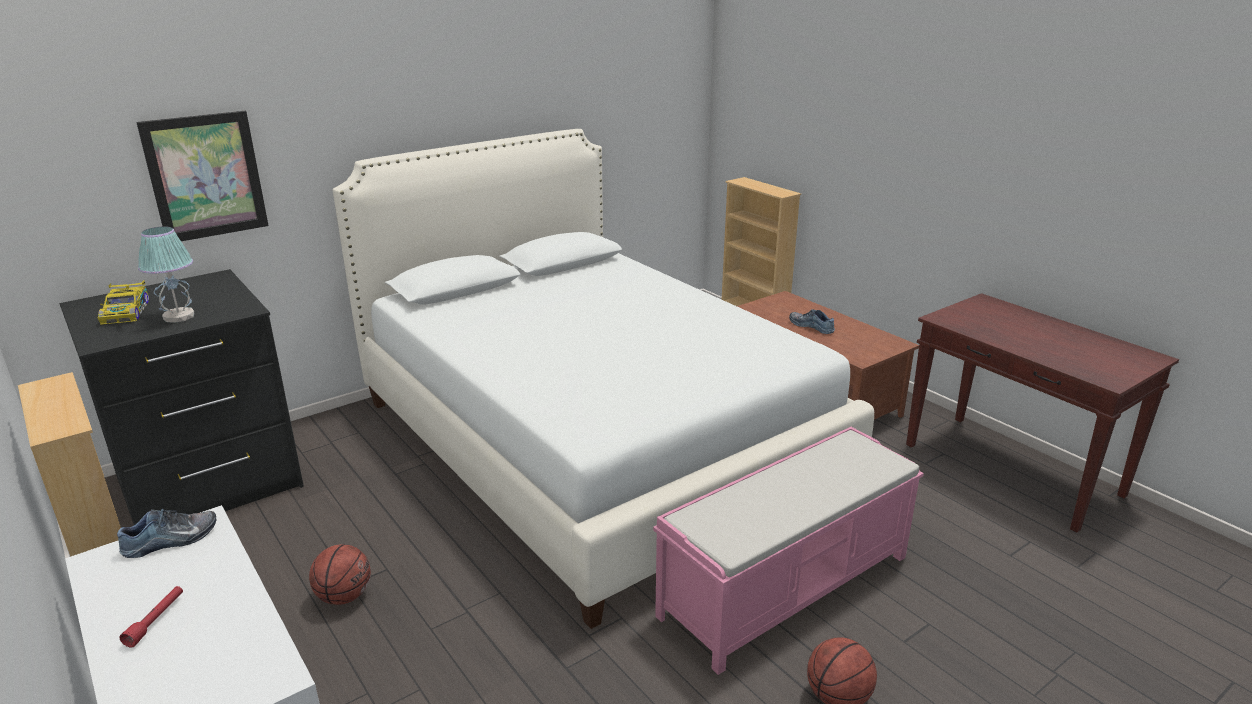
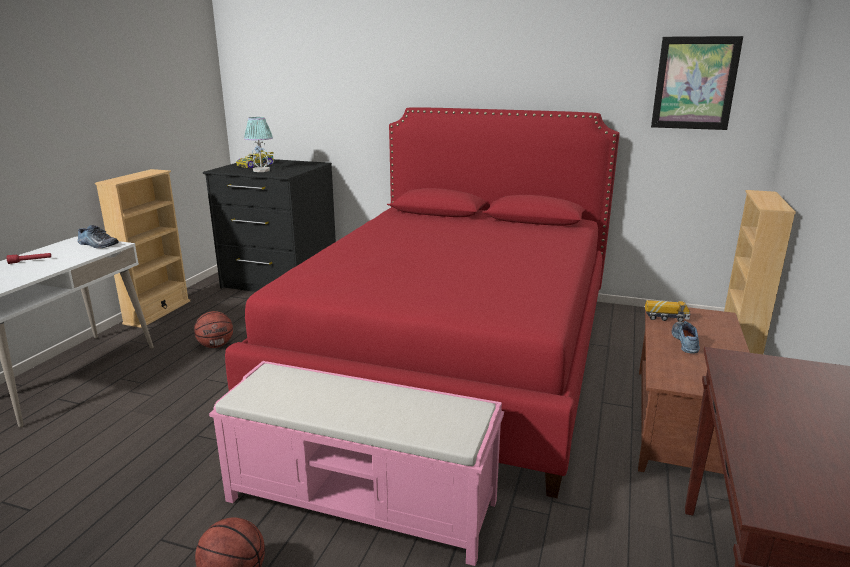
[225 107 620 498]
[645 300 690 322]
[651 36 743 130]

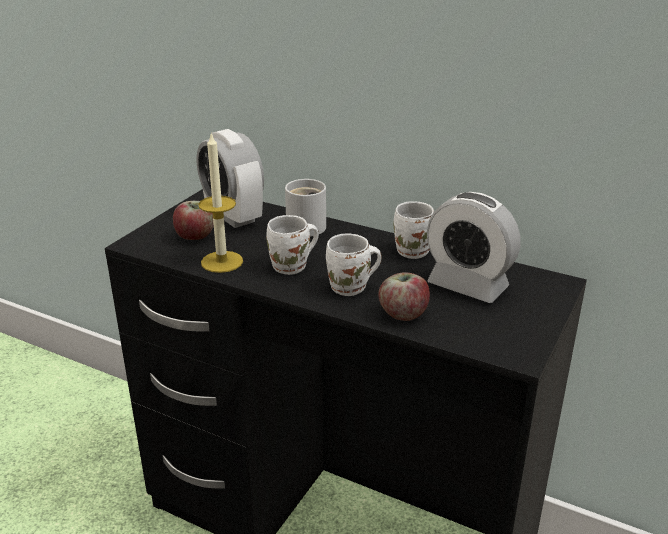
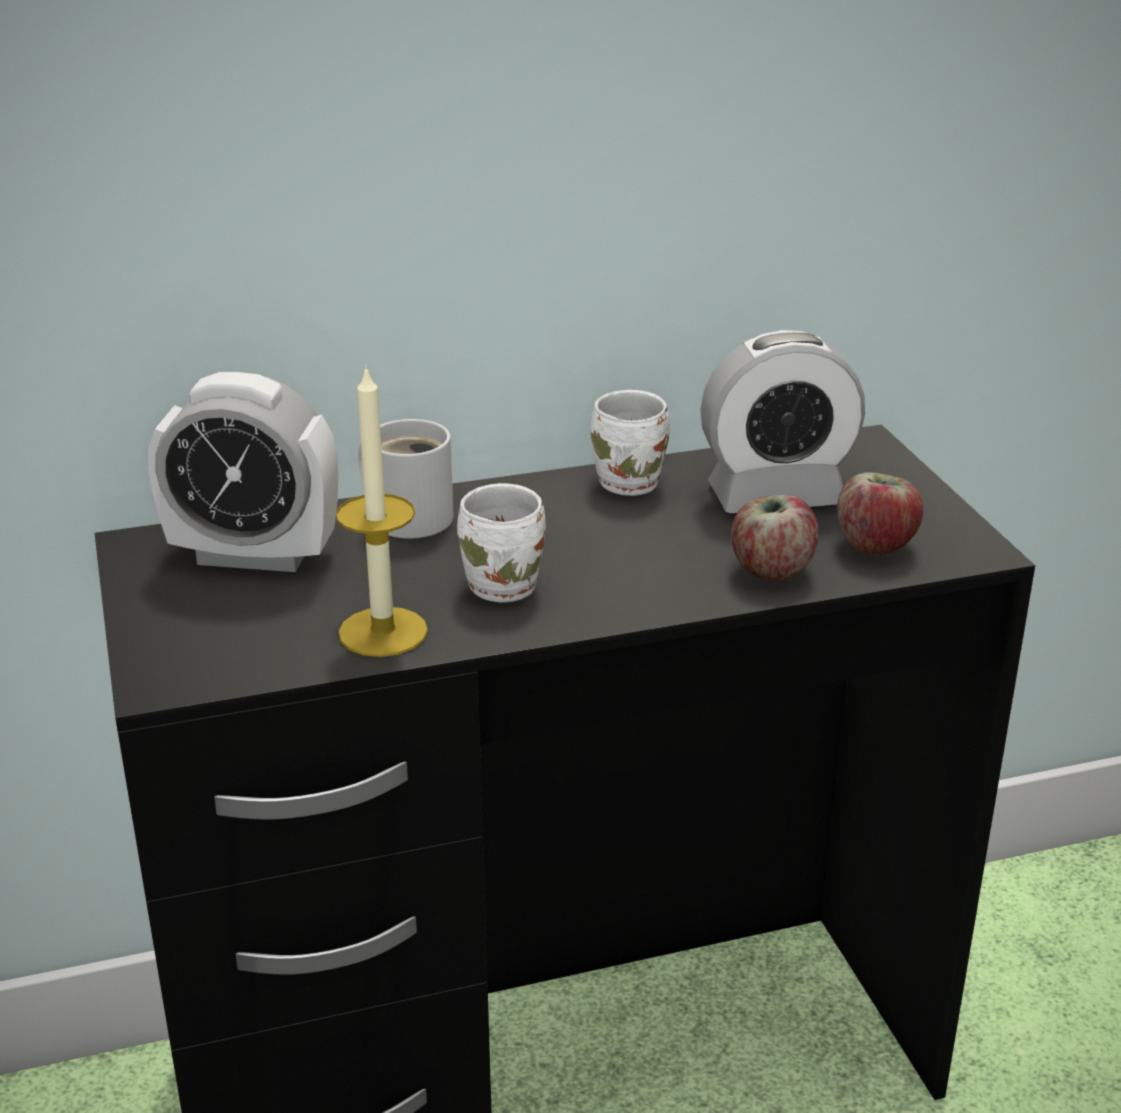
[837 472 923 555]
[326 234 382 296] (first image)

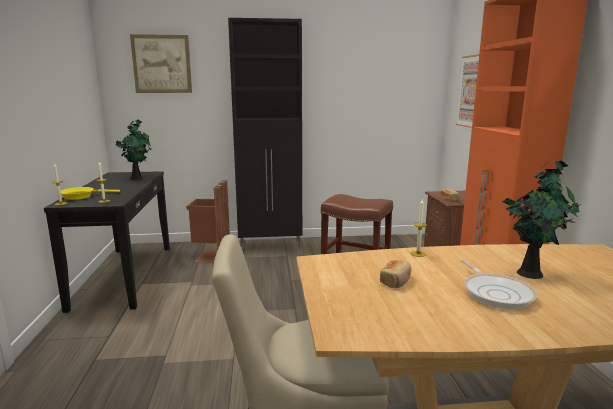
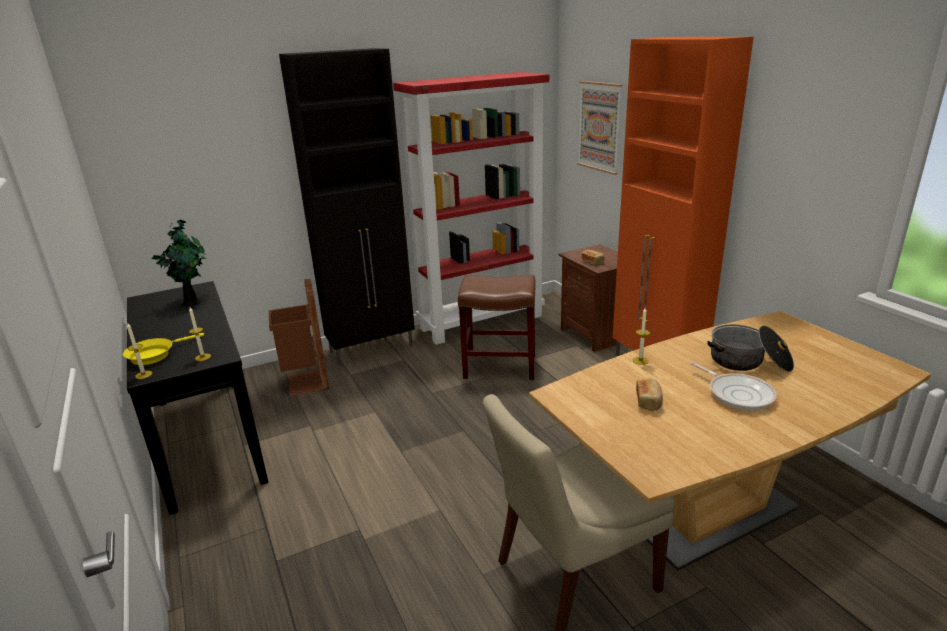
[393 72 549 345]
[707 325 794 372]
[130 34 192 93] (first image)

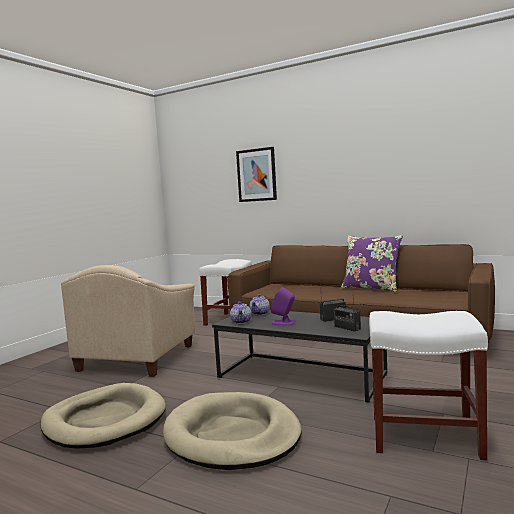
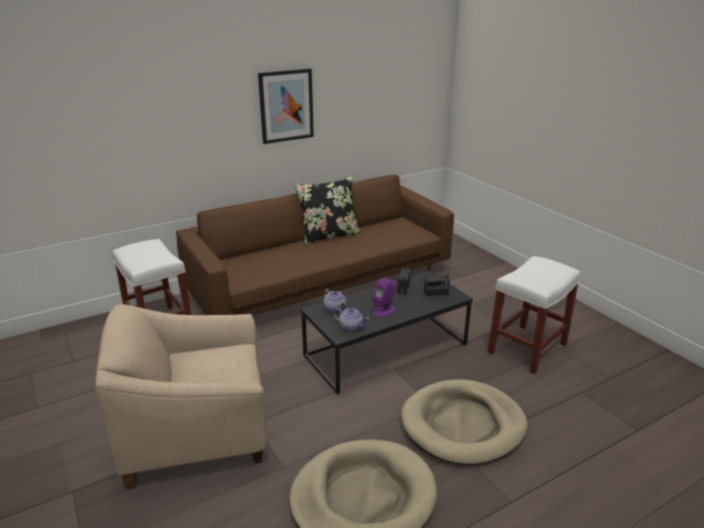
[95 304 268 489]
[258 68 314 144]
[295 177 361 245]

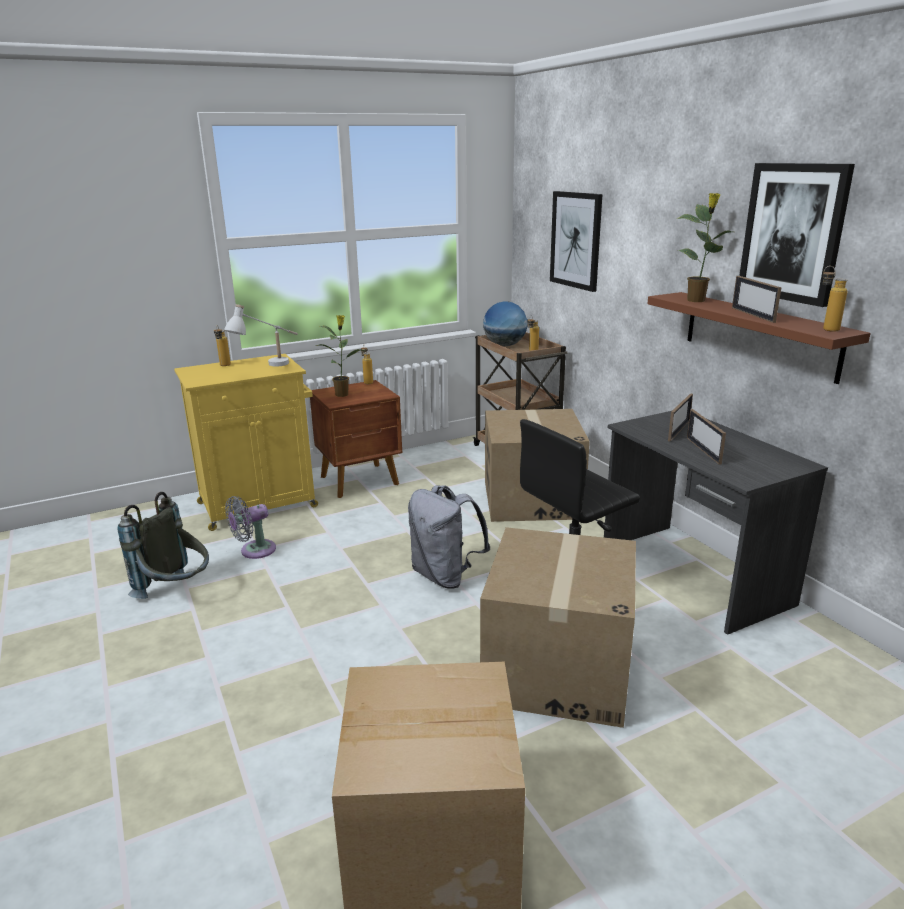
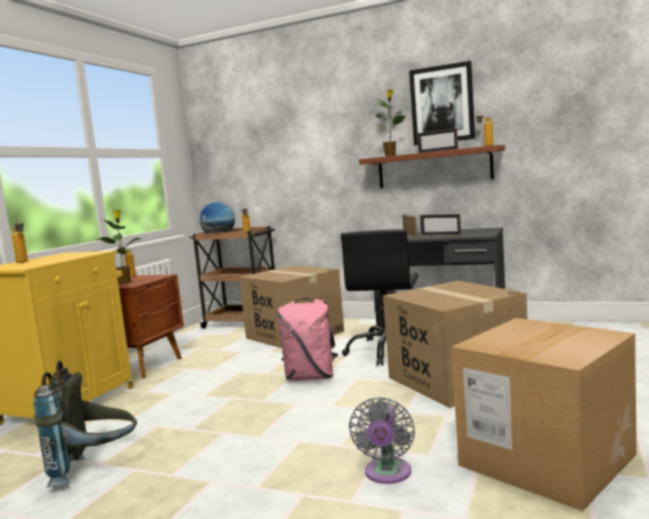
[277 298 338 381]
[349 397 415 484]
[224 304 298 366] (first image)
[550 191 602 292] (first image)

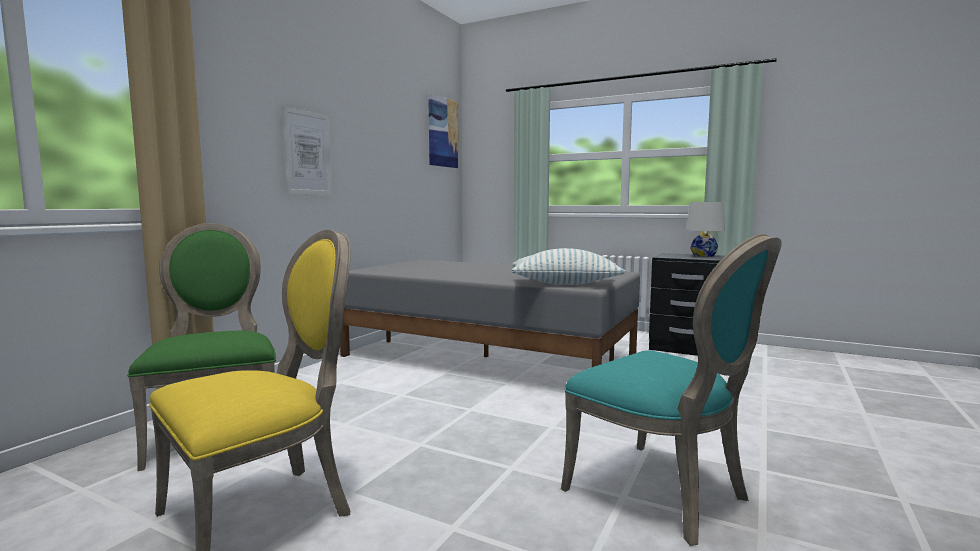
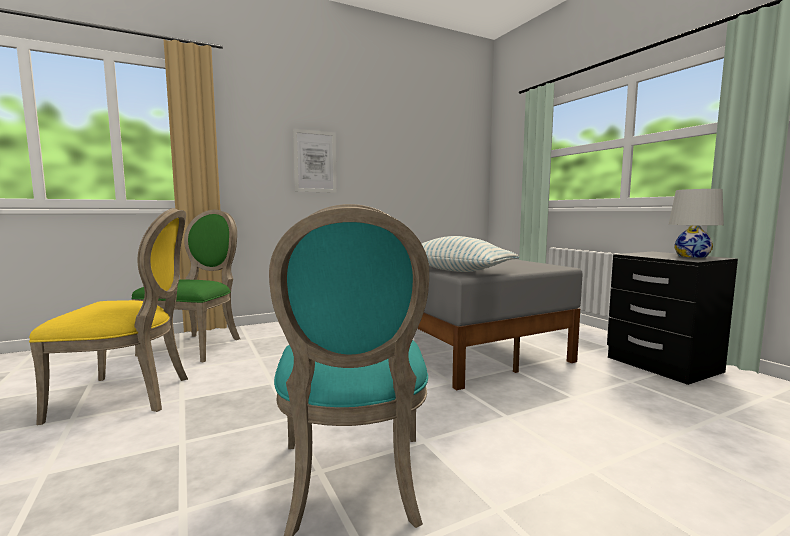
[428 93 459 168] (first image)

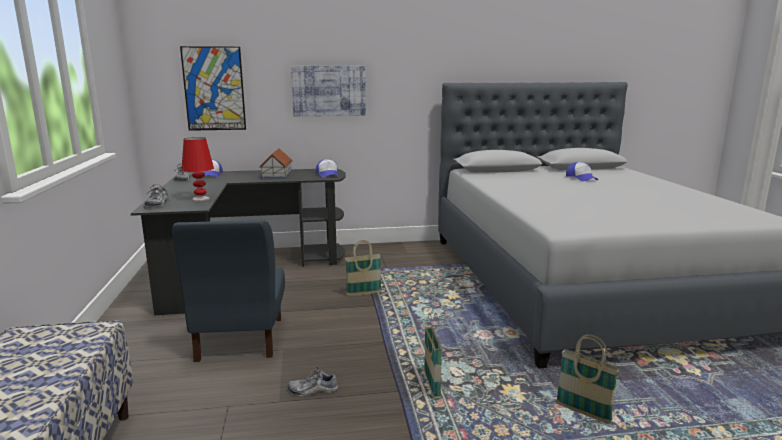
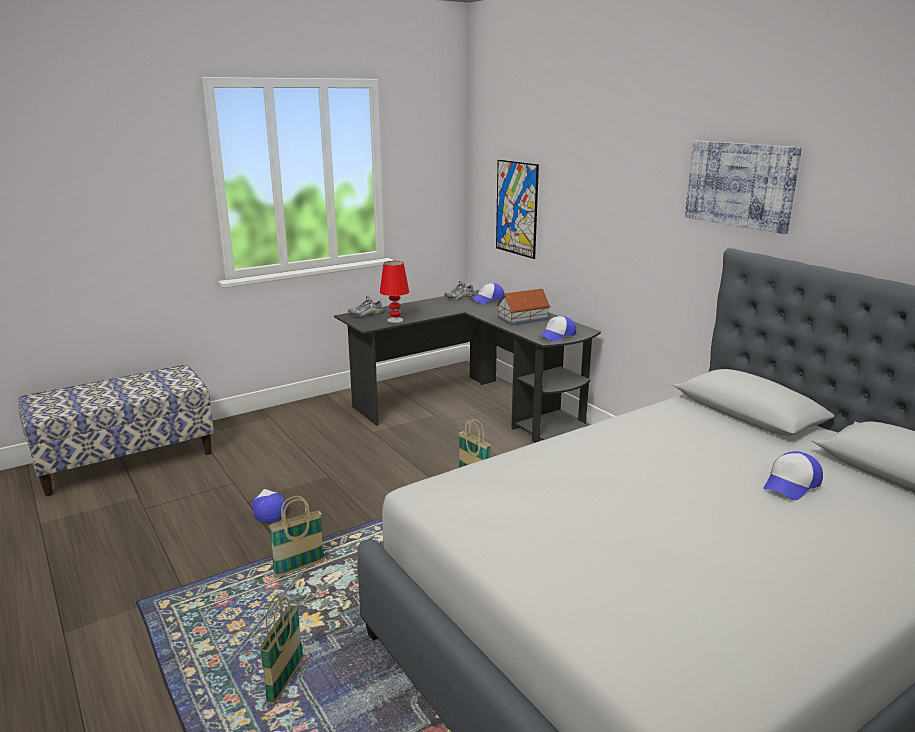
[252 489 287 523]
[685 141 802 234]
[172 220 285 362] (first image)

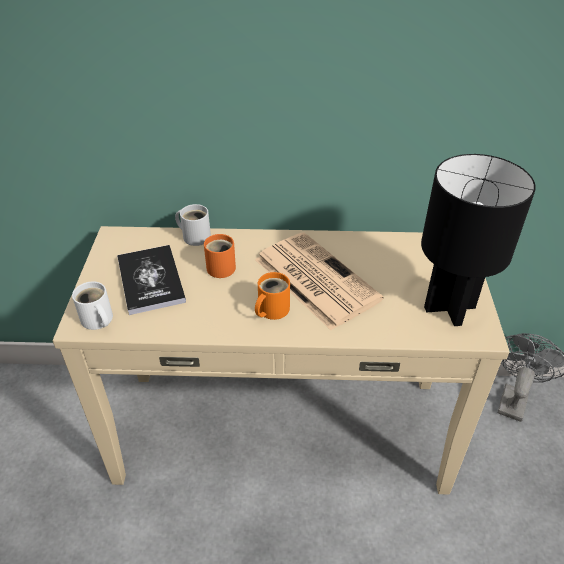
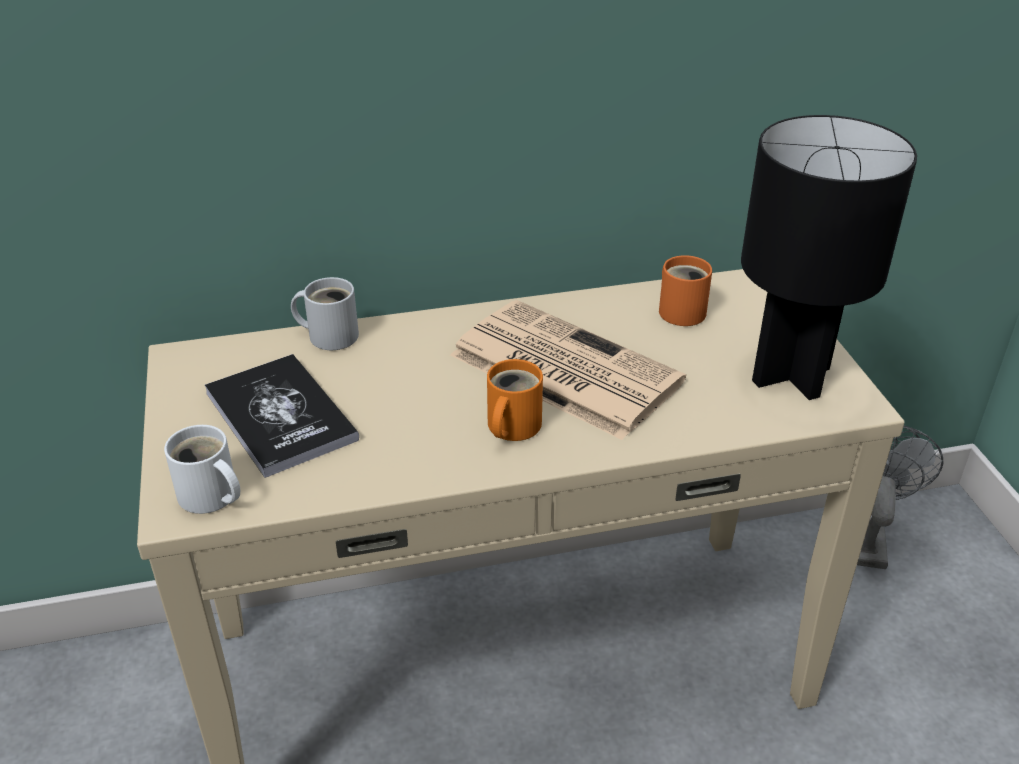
[659 255 712 326]

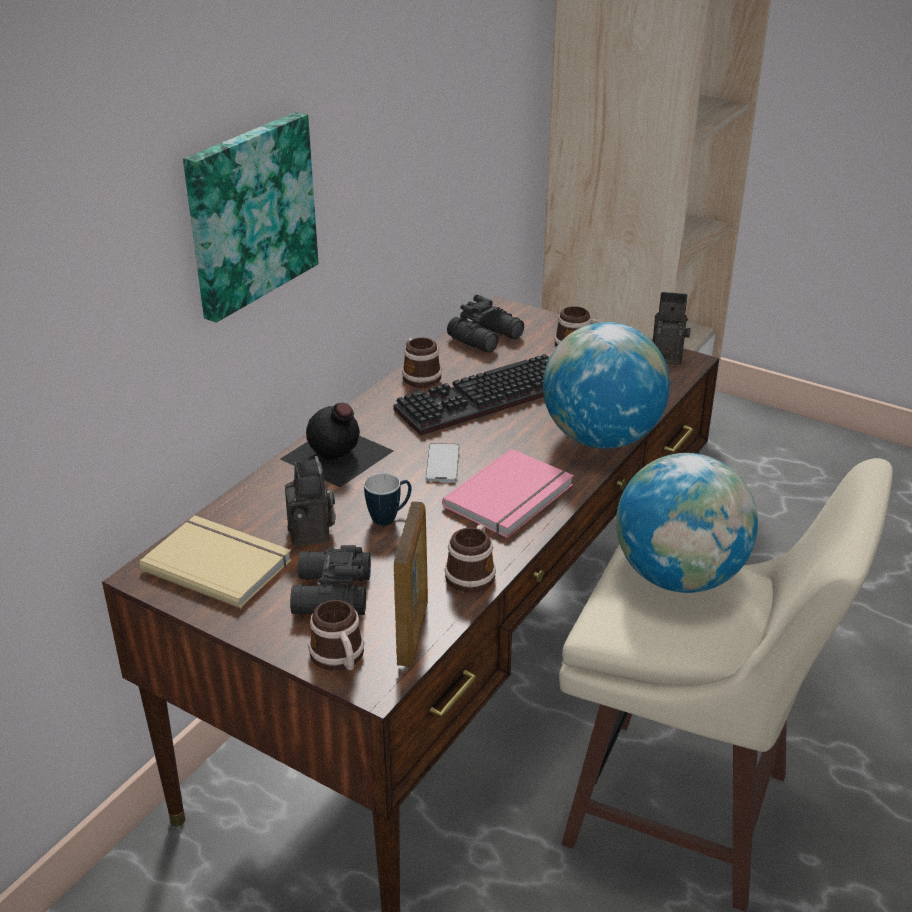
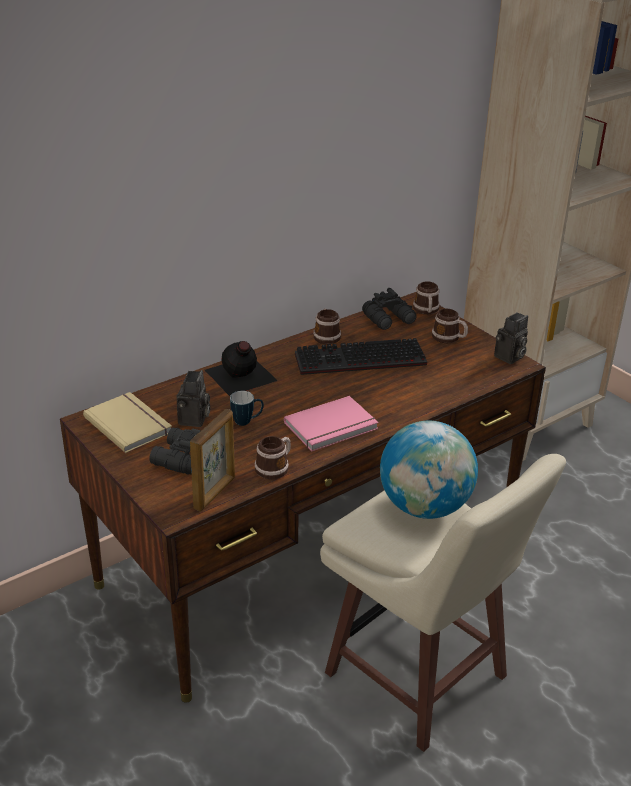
[413 281 440 315]
[494 312 528 364]
[183 112 318 323] (first image)
[426 443 459 482] (first image)
[543 322 670 449] (first image)

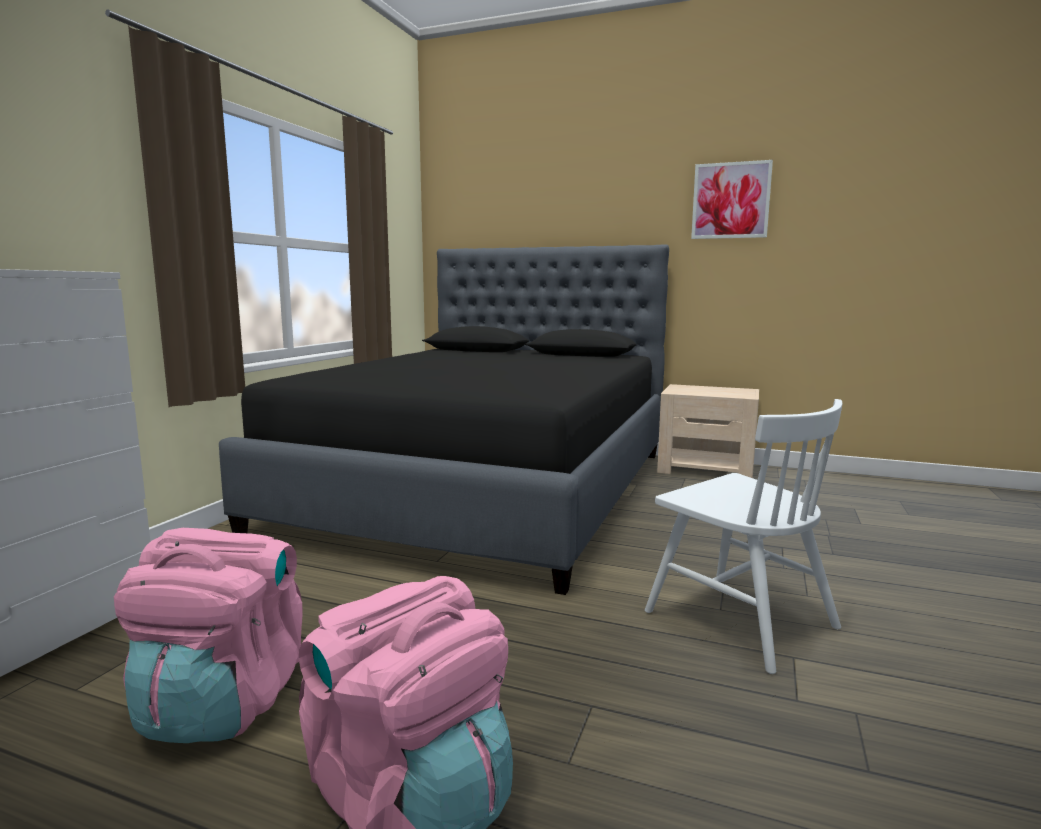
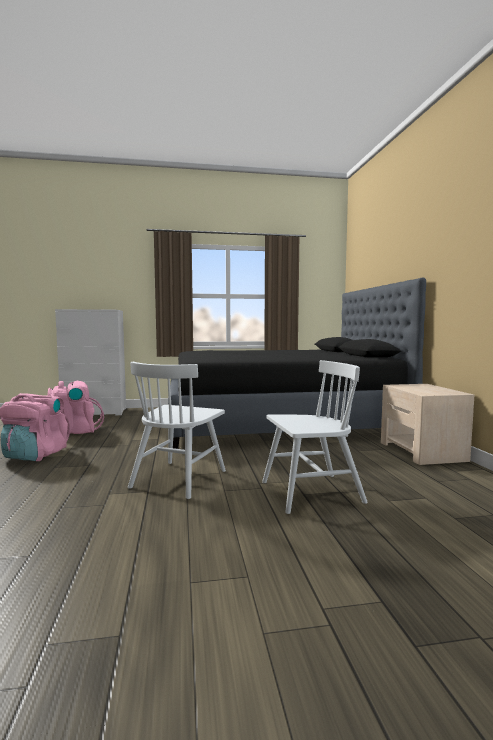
[262 360 368 514]
[691 160 773 239] (first image)

